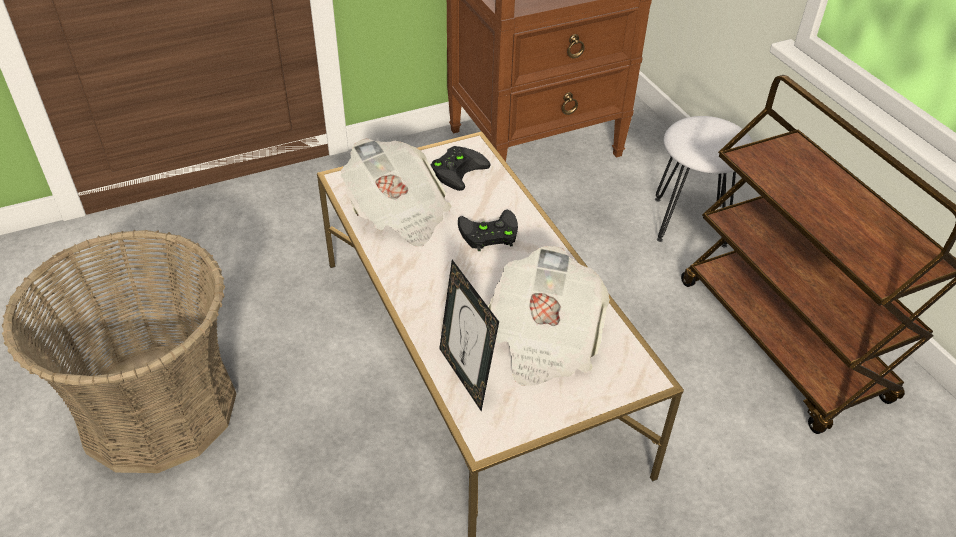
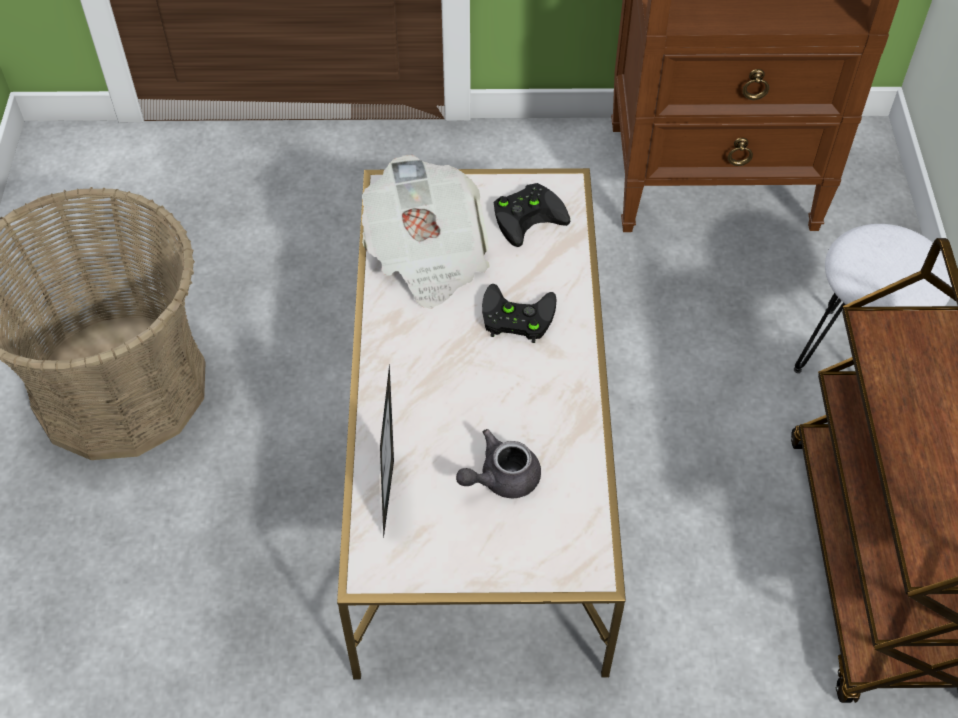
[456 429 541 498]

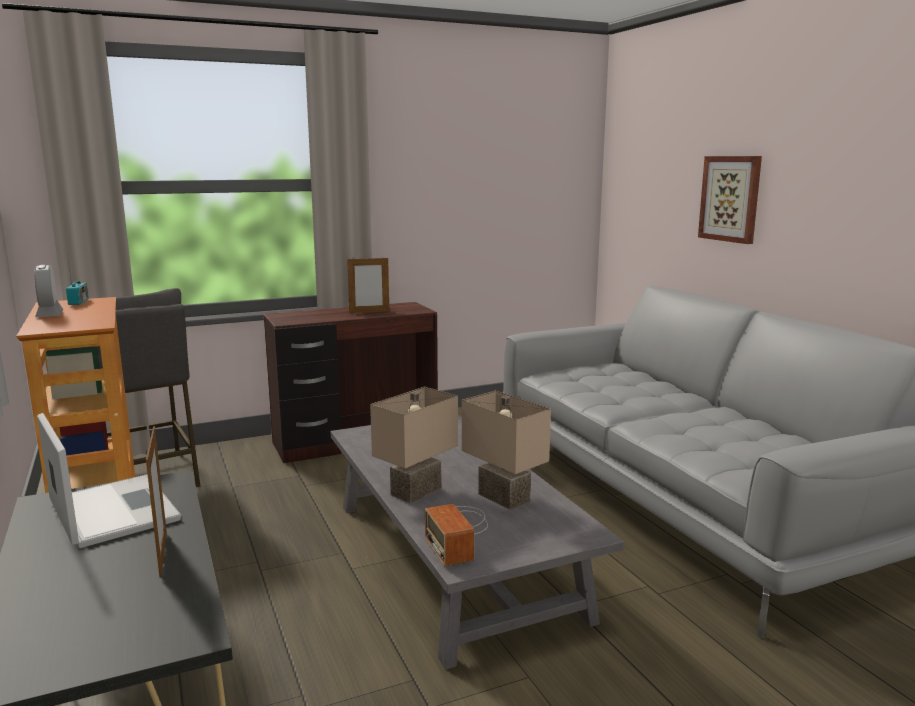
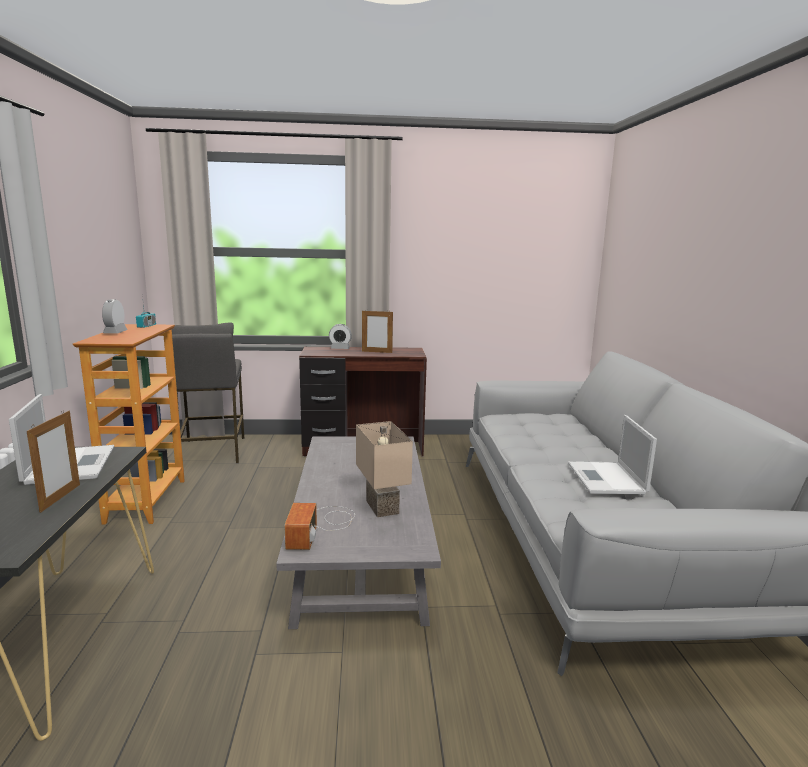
[329 324 352 349]
[568 415 657 494]
[370 387 458 504] (first image)
[698 156 762 244] (first image)

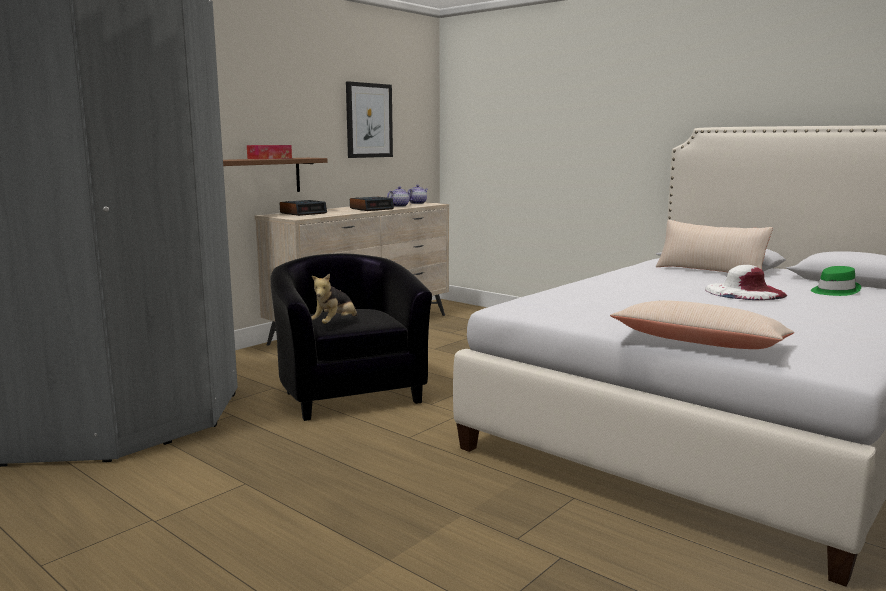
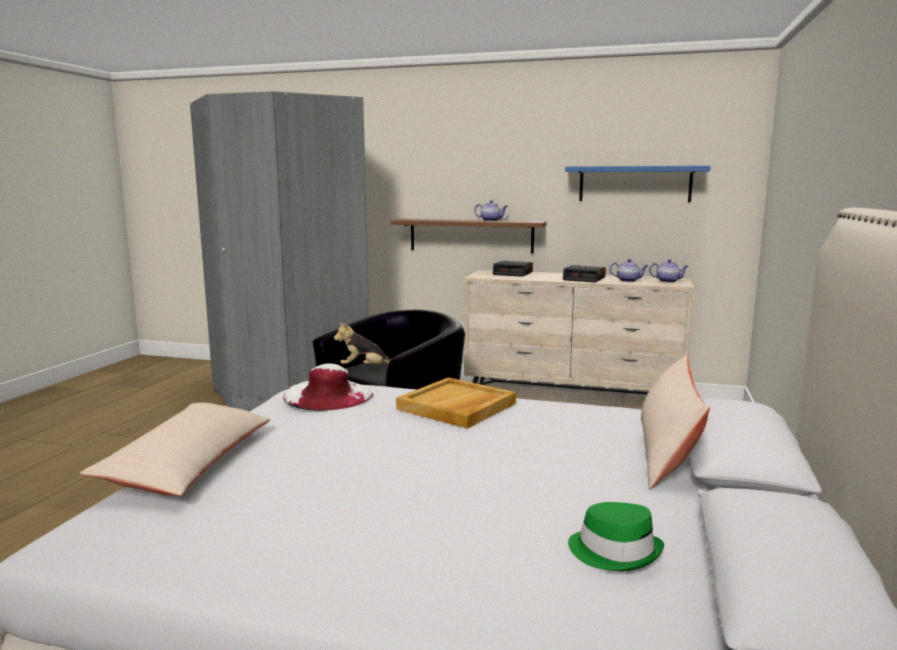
[283 364 373 411]
[396 377 516 429]
[474 200 507 221]
[565 166 711 202]

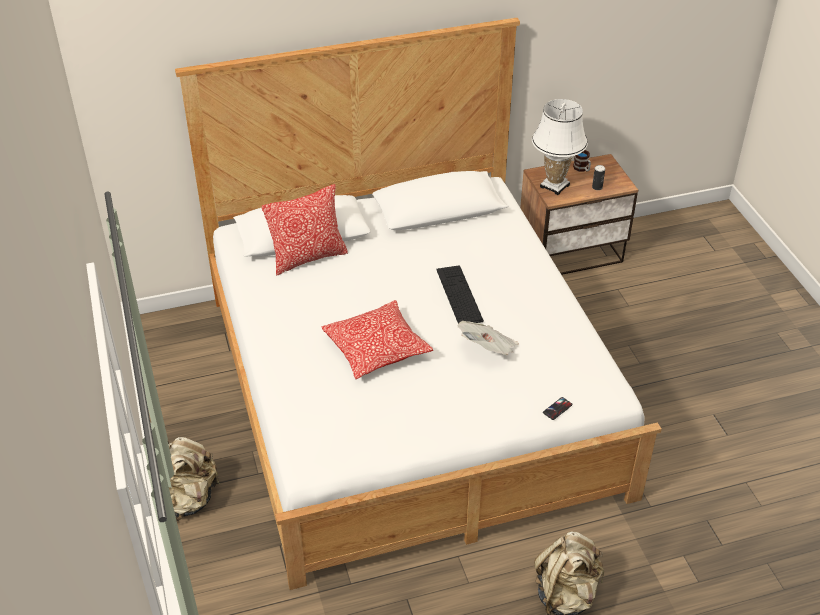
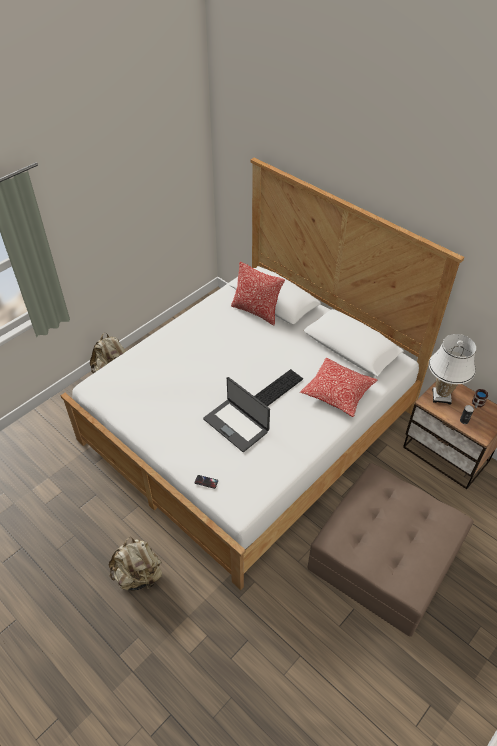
[203 377 270 452]
[300 358 377 417]
[308 463 474 637]

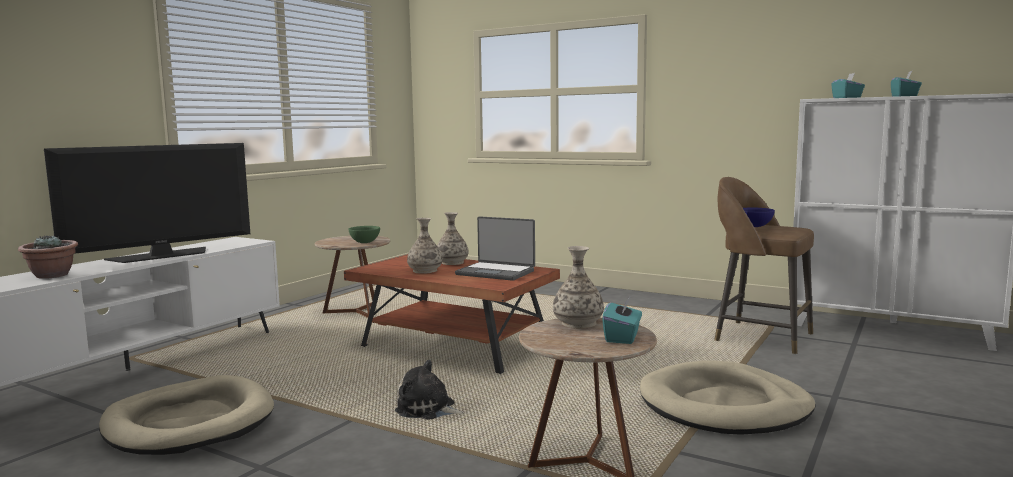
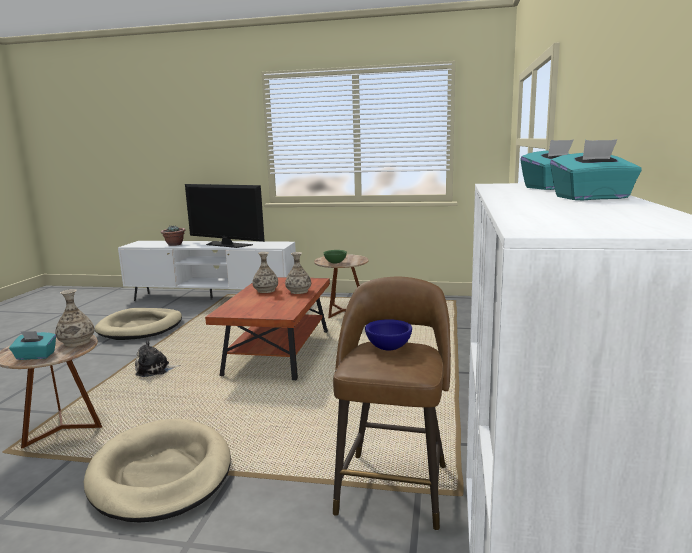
[135 340 181 377]
[455 216 535 281] (first image)

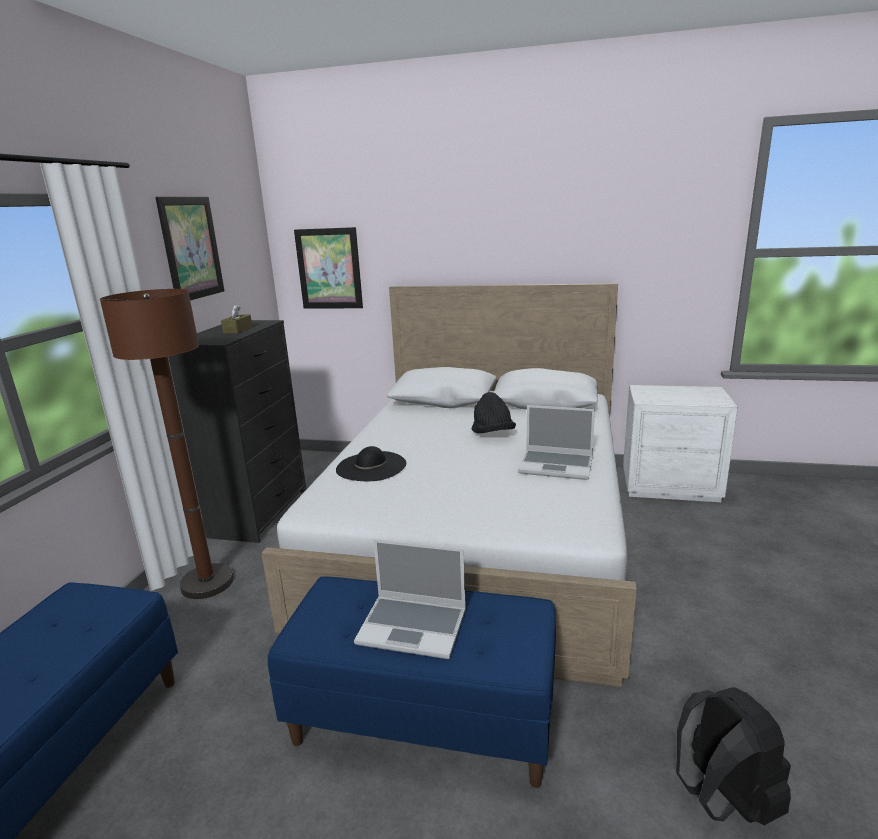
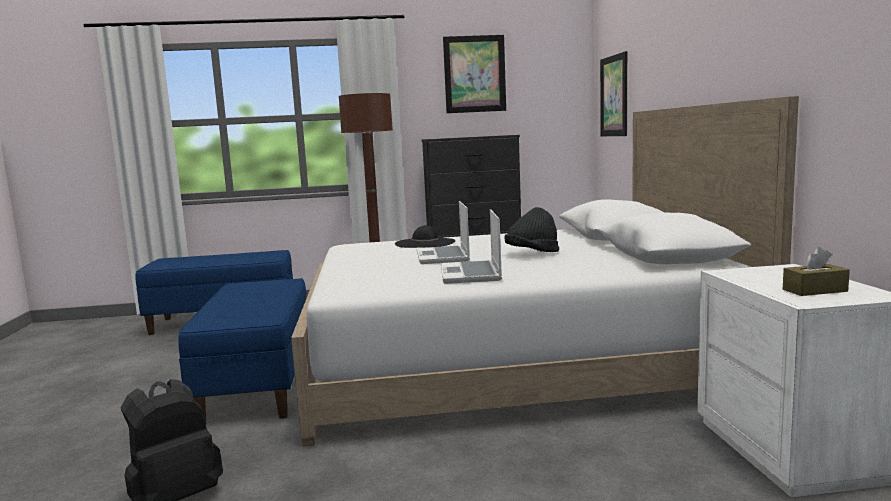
[417 201 470 264]
[783 247 850 296]

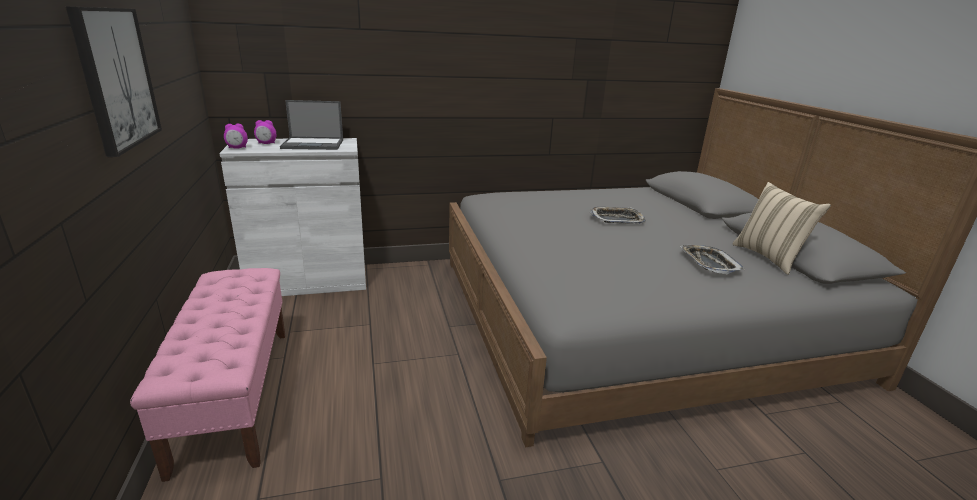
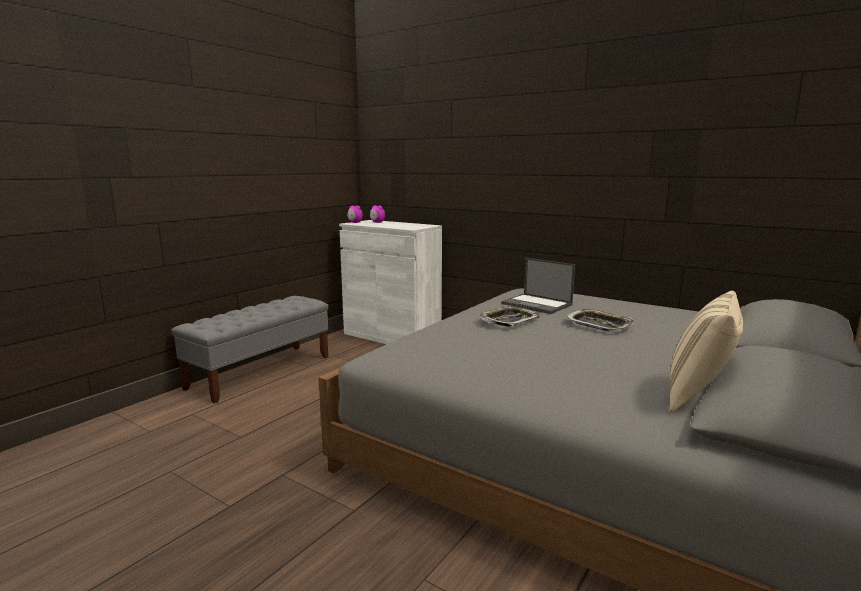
[171 296 329 404]
[480 305 540 326]
[501 258 575 314]
[66 6 162 157] (first image)

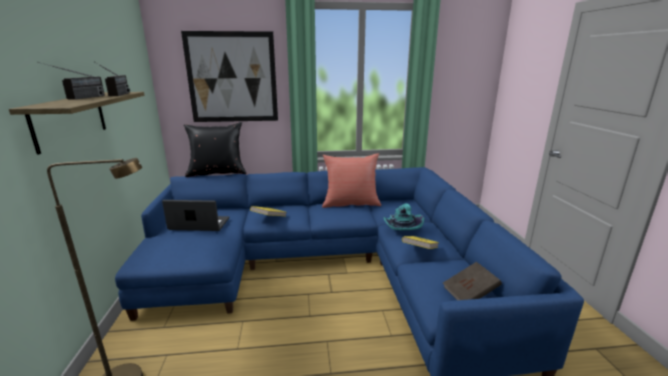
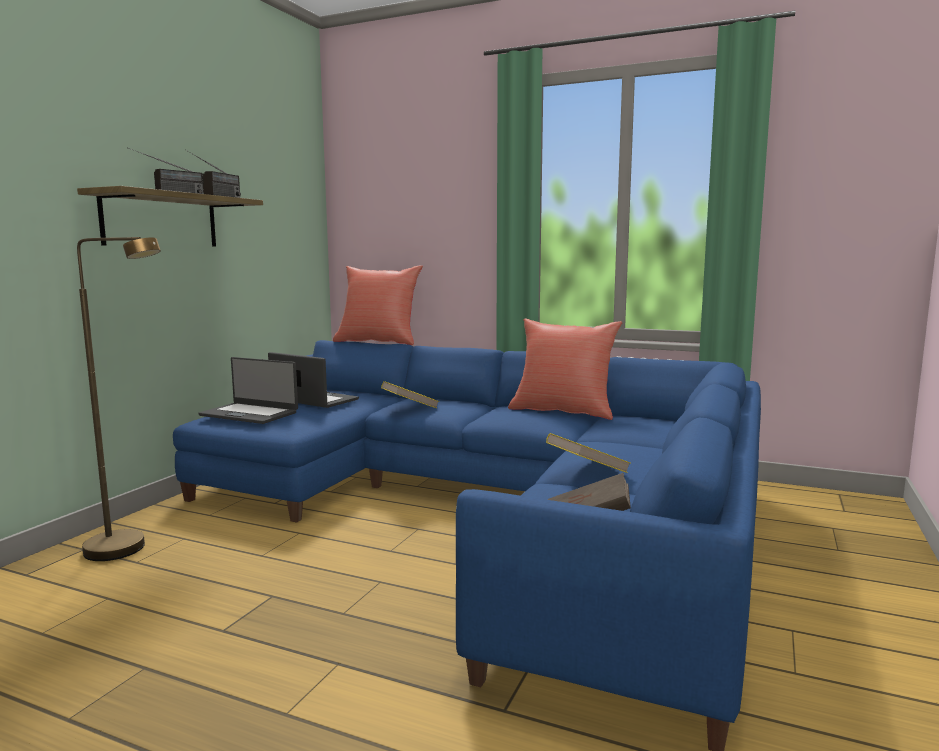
[199 357 298 424]
[333 265 423 345]
[181 31 278 122] (first image)
[383 203 424 230] (first image)

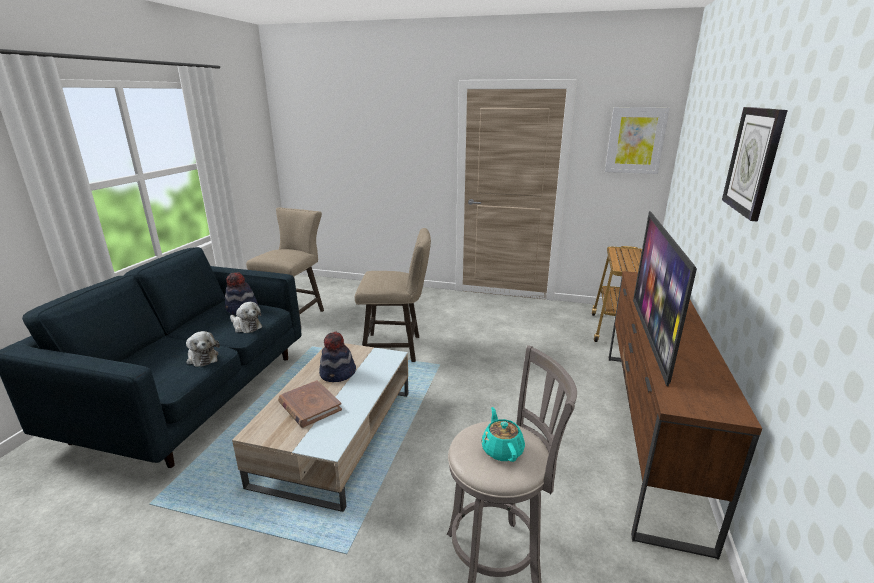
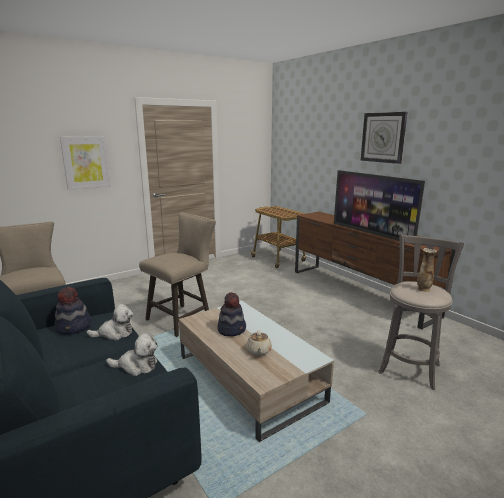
[60 136 111 190]
[246 330 272 356]
[417 248 437 292]

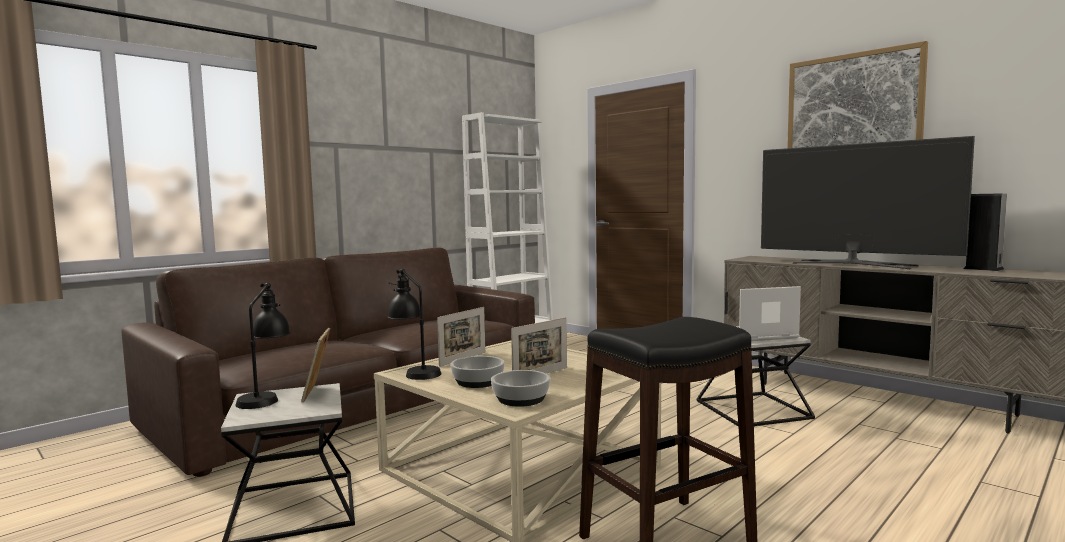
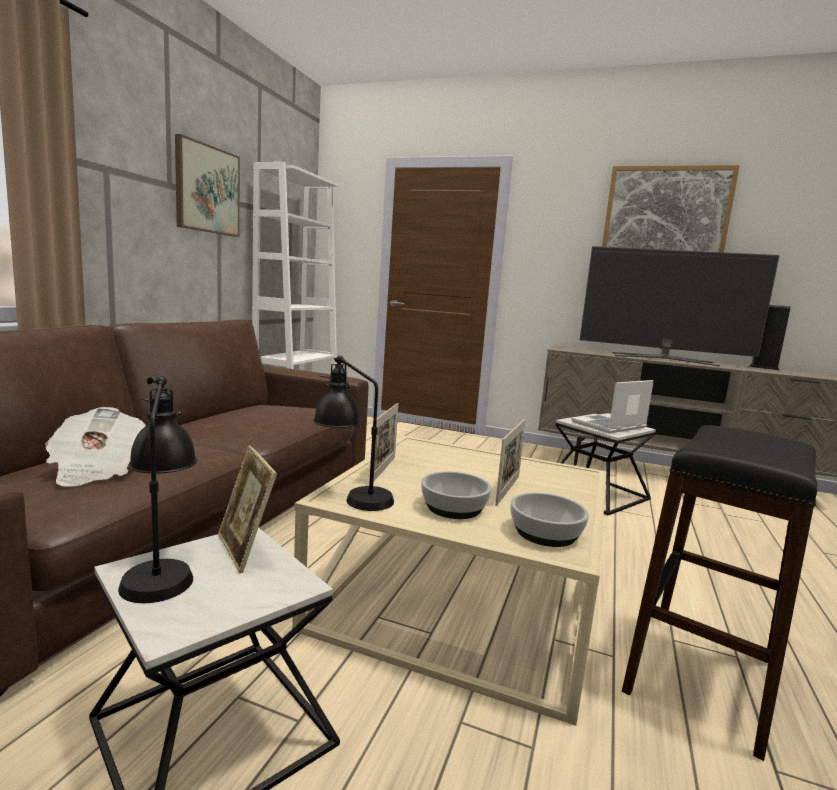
[44 407 146 487]
[175 134 240 237]

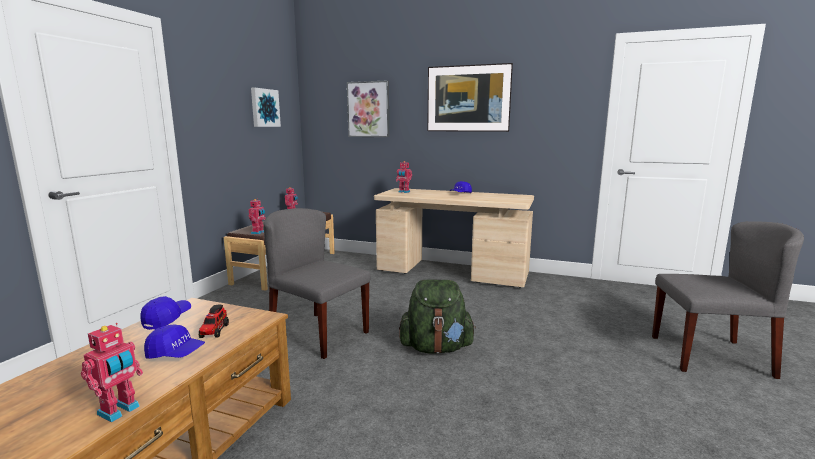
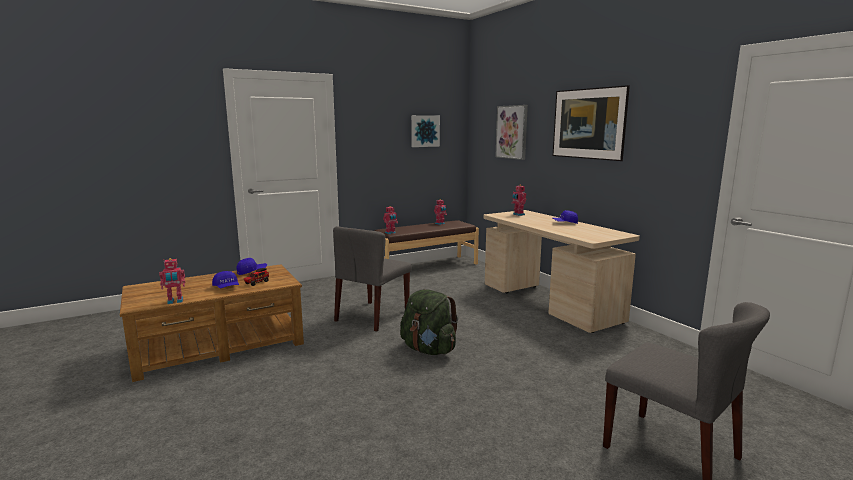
[333 226 412 332]

